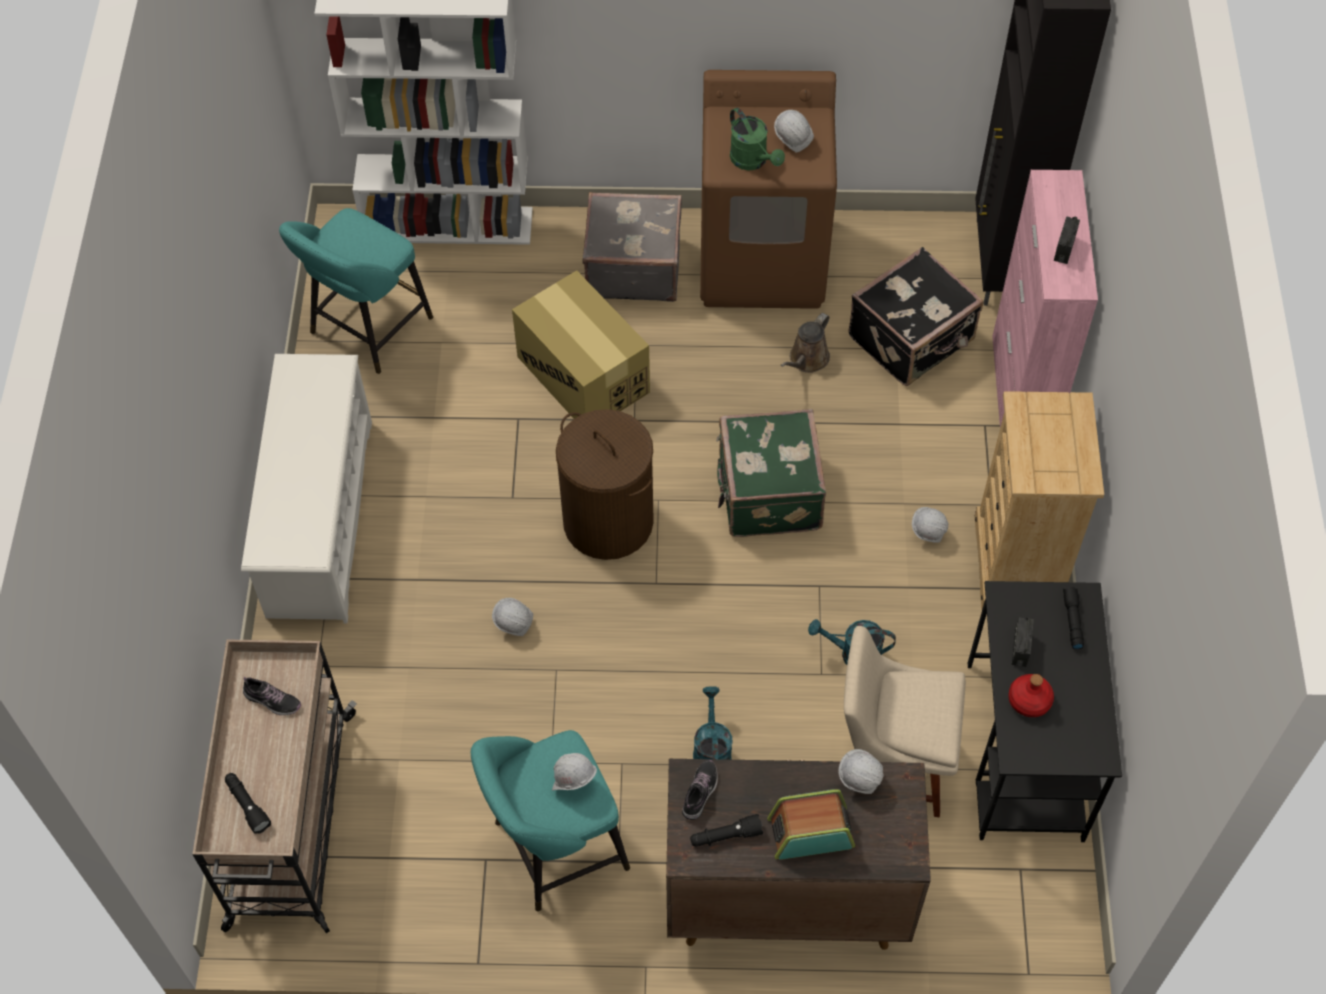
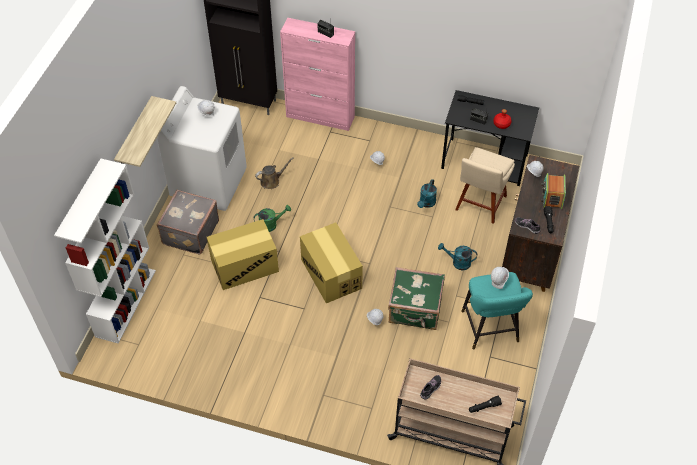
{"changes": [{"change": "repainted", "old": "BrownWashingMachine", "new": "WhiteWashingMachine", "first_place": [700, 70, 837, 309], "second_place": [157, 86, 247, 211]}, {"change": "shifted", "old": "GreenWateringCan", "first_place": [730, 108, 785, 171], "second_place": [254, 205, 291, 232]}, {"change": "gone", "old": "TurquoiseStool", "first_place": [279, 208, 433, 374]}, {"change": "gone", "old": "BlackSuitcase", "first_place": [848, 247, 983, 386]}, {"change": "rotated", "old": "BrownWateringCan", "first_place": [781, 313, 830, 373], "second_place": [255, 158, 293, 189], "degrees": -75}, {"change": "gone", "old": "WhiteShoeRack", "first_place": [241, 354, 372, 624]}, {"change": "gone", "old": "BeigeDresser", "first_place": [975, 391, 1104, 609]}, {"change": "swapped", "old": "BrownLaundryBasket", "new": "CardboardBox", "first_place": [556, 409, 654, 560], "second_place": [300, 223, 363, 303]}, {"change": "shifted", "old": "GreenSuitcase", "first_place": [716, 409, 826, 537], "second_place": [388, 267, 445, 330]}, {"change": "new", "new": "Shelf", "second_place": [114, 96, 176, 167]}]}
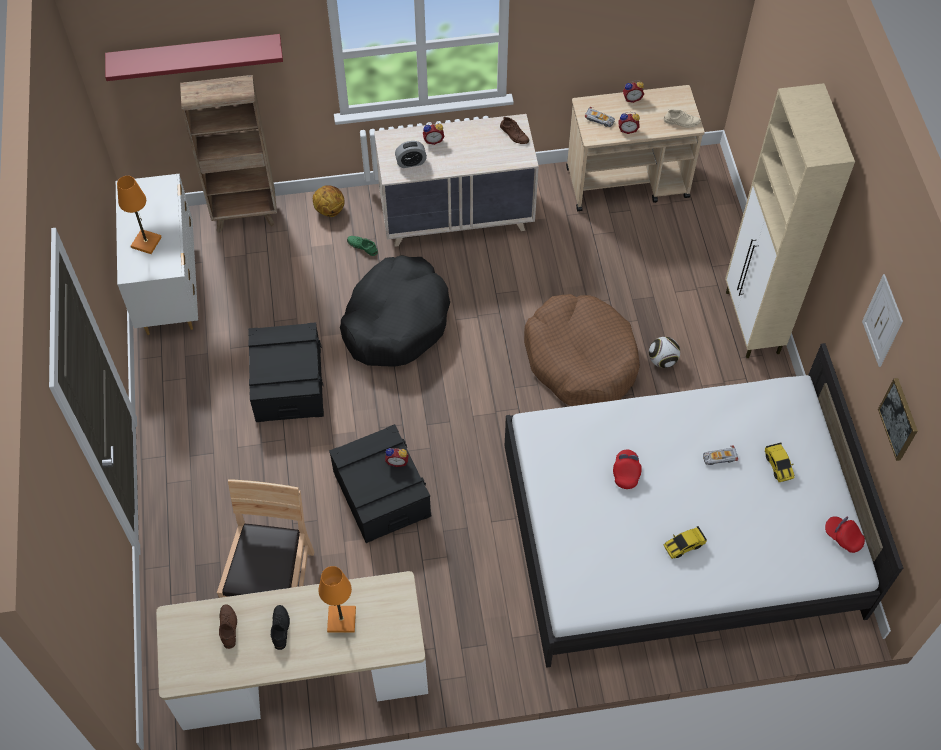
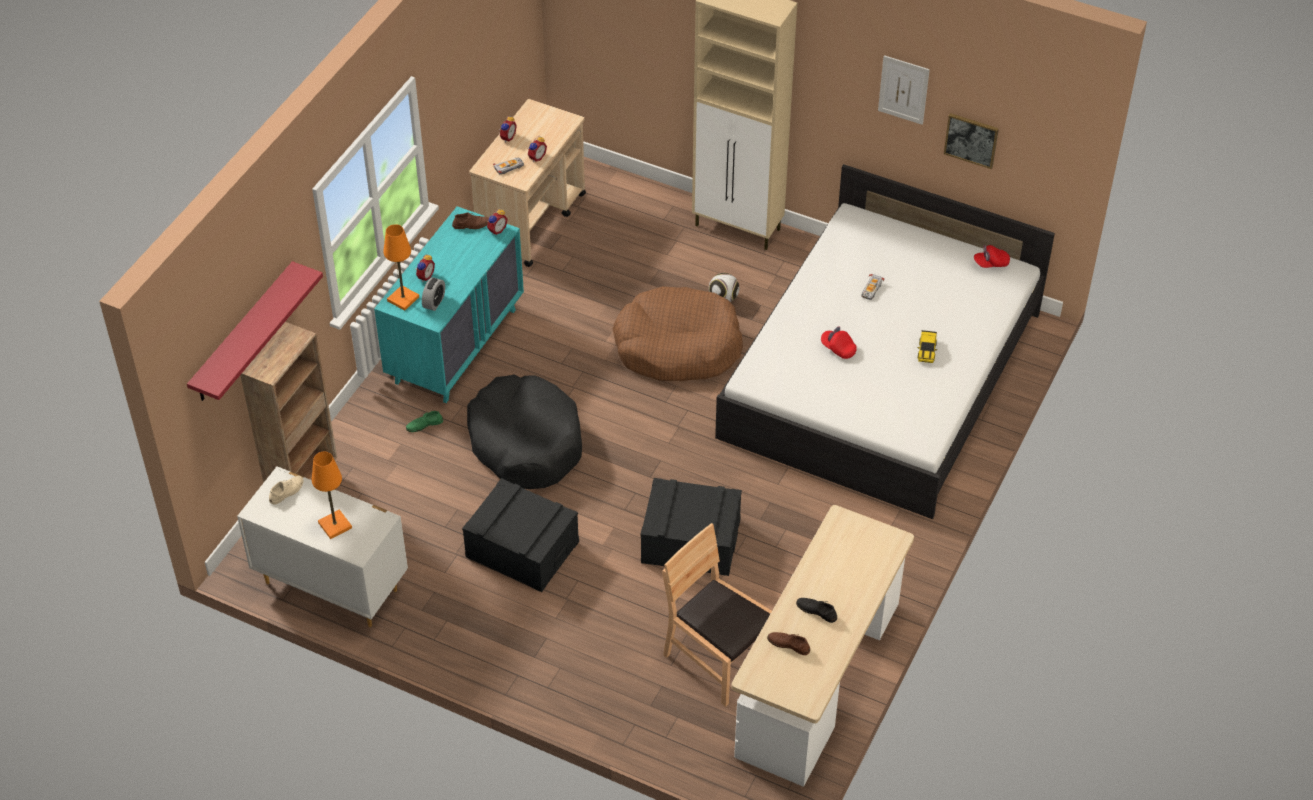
{"changes": [{"change": "shifted", "old": "BeigeShoe", "first_place": [663, 110, 701, 128], "second_place": [269, 476, 304, 504]}, {"change": "repainted", "old": "BeigeDresser", "new": "TurquoiseDresser", "first_place": [374, 114, 539, 247], "second_place": [374, 206, 524, 403]}, {"change": "gone", "old": "Basketball", "first_place": [313, 185, 345, 217]}, {"change": "gone", "old": "ToyCar", "first_place": [764, 443, 795, 482]}, {"change": "shifted", "old": "AlarmClock", "first_place": [385, 448, 409, 467], "second_place": [487, 208, 508, 235]}, {"change": "shifted", "old": "OrangeTableLamp", "first_place": [319, 566, 356, 633], "second_place": [384, 224, 419, 311]}]}
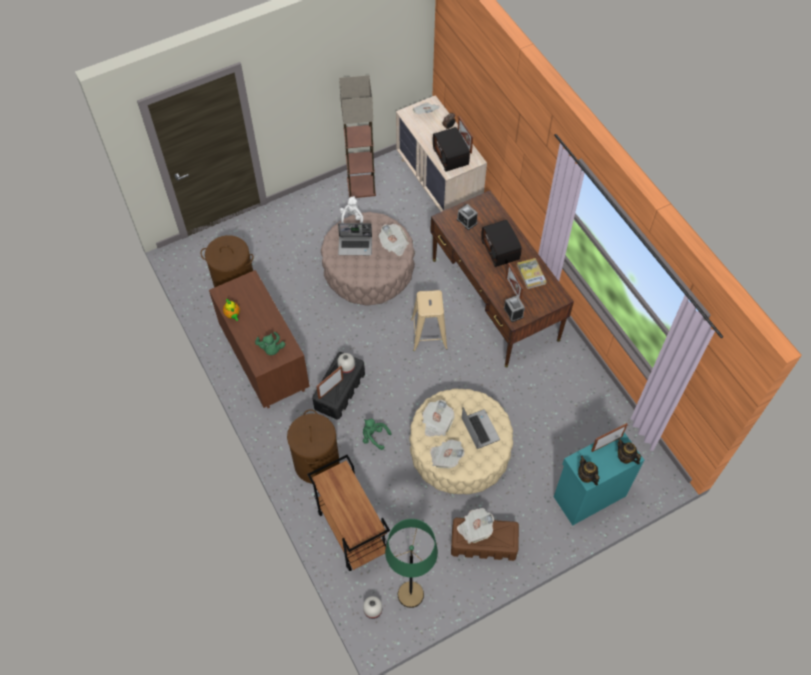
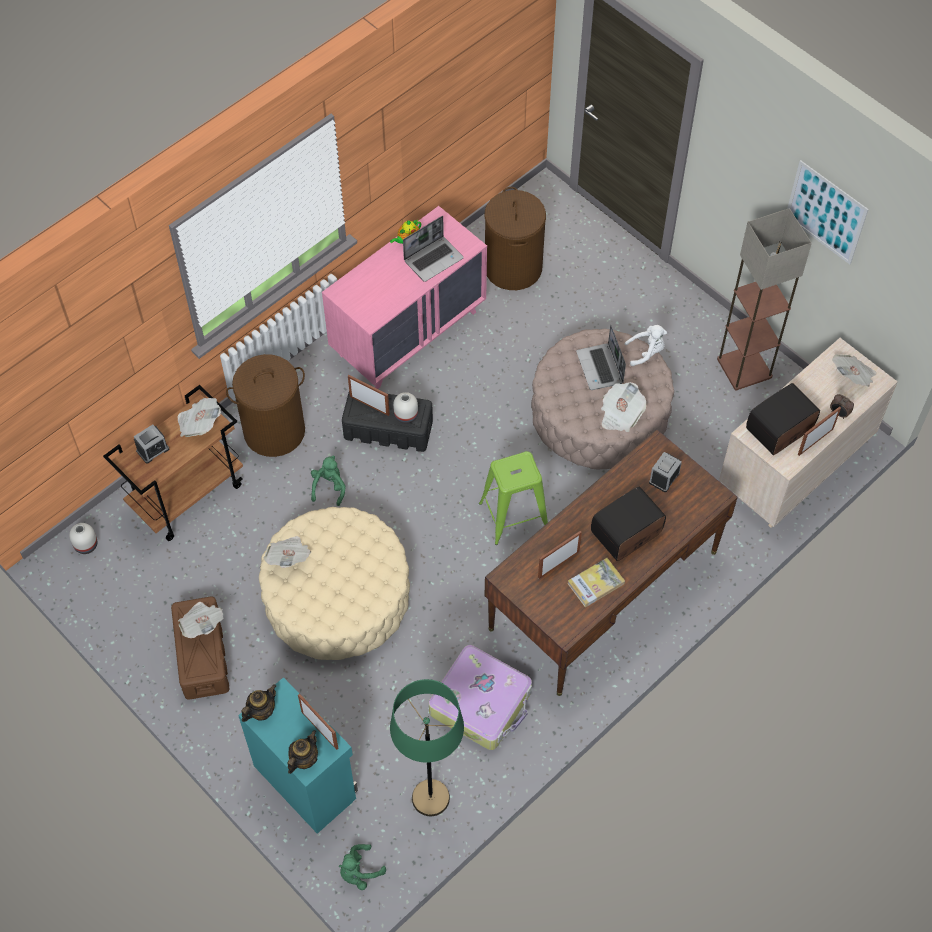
{"changes": [{"change": "repainted", "old": "BrownDresser", "new": "PinkDresser", "first_place": [209, 270, 310, 408], "second_place": [322, 206, 487, 389]}, {"change": "repainted", "old": "BeigeStool", "new": "GreenStool", "first_place": [411, 290, 448, 351], "second_place": [479, 451, 548, 545]}, {"change": "shifted", "old": "AlarmClock", "first_place": [504, 295, 525, 322], "second_place": [134, 424, 169, 464]}, {"change": "shifted", "old": "GreenPlushToy", "first_place": [255, 332, 285, 355], "second_place": [339, 844, 386, 890]}, {"change": "shifted", "old": "Newspaper", "first_place": [422, 400, 455, 436], "second_place": [177, 398, 221, 437]}, {"change": "shifted", "old": "Laptop", "first_place": [462, 408, 500, 449], "second_place": [403, 216, 464, 282]}, {"change": "shifted", "old": "GreenFloorLamp", "first_place": [385, 519, 438, 608], "second_place": [390, 679, 464, 816]}, {"change": "new", "new": "Picture", "second_place": [787, 160, 869, 264]}, {"change": "new", "new": "Suitcase", "second_place": [429, 645, 532, 750]}]}
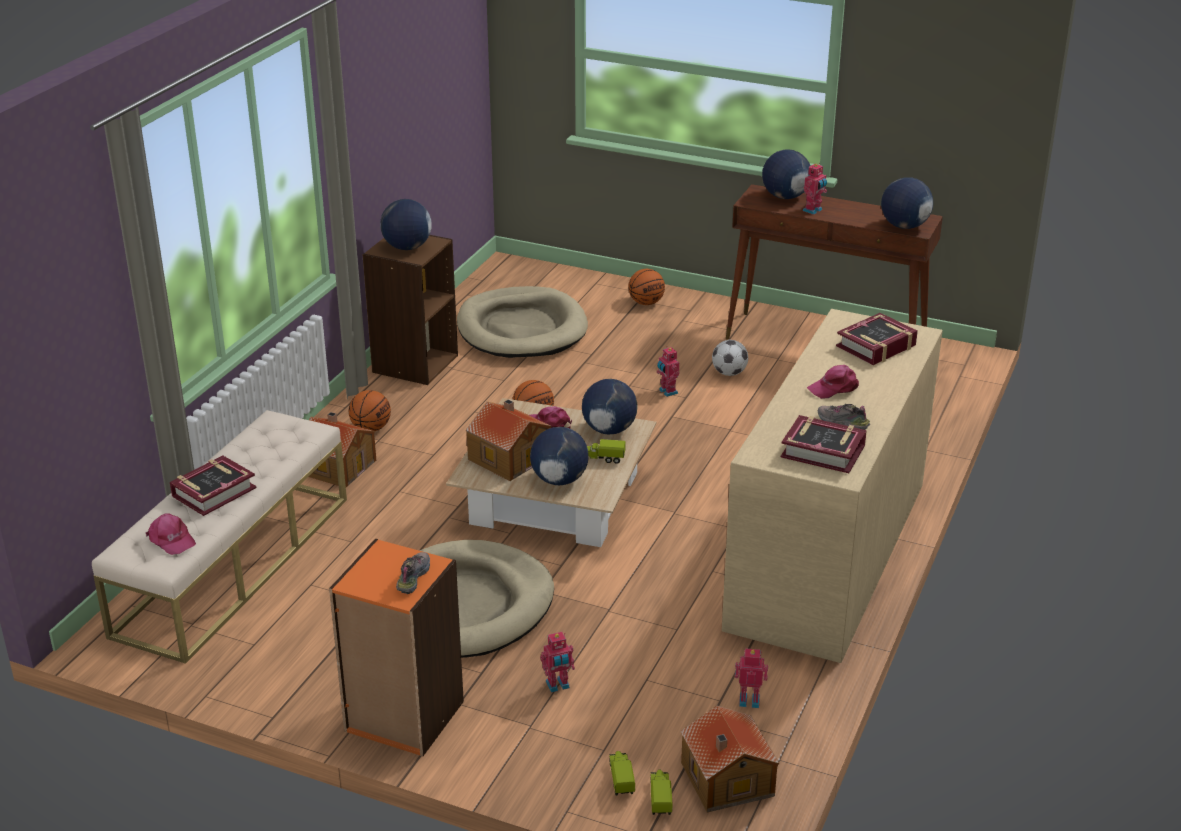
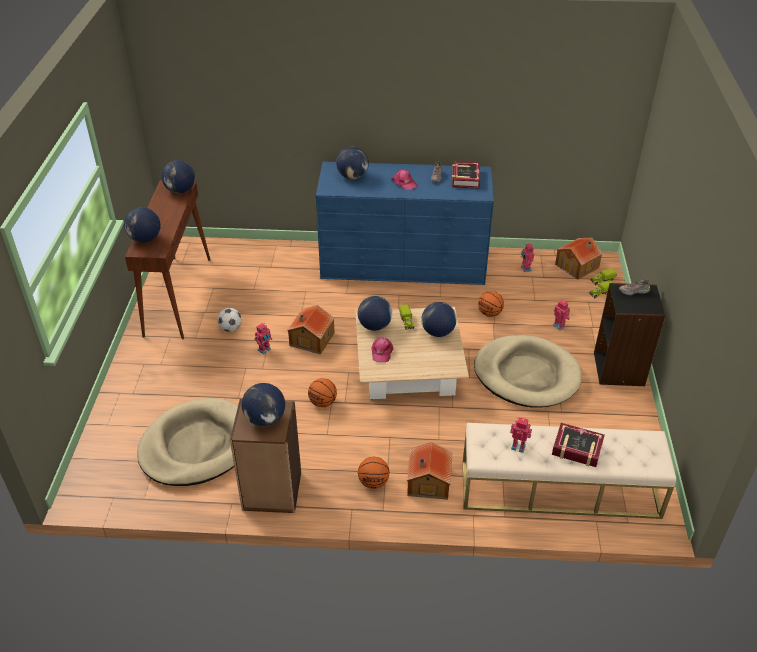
{"changes": [{"change": "shifted", "old": "ToyRobot", "first_place": [803, 163, 827, 215], "second_place": [510, 417, 532, 453]}, {"change": "shifted", "old": "Basketball", "first_place": [628, 269, 665, 305], "second_place": [478, 291, 504, 317]}, {"change": "repainted", "old": "BeigeDresser", "new": "BlueDresser", "first_place": [722, 309, 943, 663], "second_place": [316, 162, 494, 285]}, {"change": "swapped", "old": "Book", "new": "Globe", "first_place": [836, 313, 918, 365], "second_place": [336, 147, 369, 179]}, {"change": "shifted", "old": "ToyHouse", "first_place": [466, 399, 551, 481], "second_place": [287, 305, 334, 355]}, {"change": "gone", "old": "PinkCap", "first_place": [146, 513, 196, 555]}, {"change": "repainted", "old": "OrangeBookcase", "new": "BlackBookcase", "first_place": [329, 539, 464, 756], "second_place": [594, 283, 666, 386]}]}
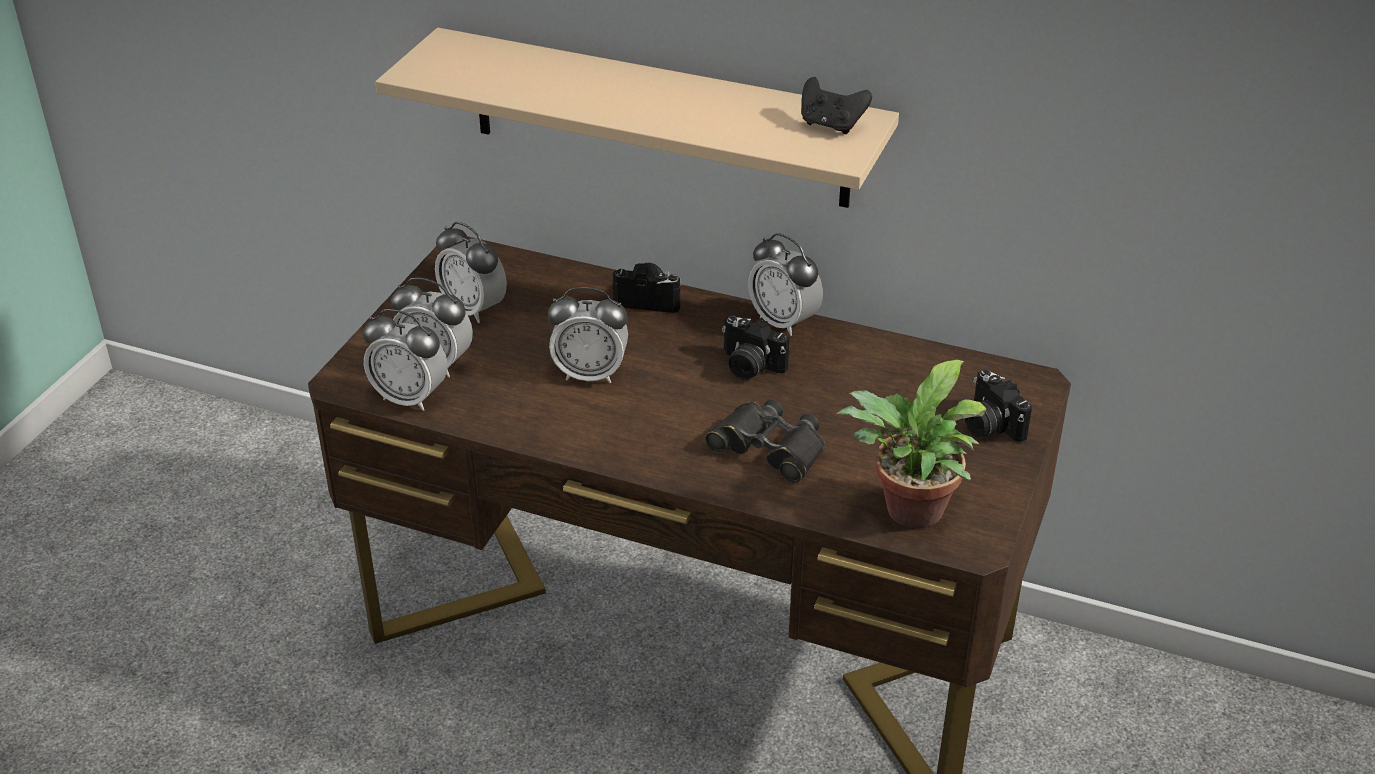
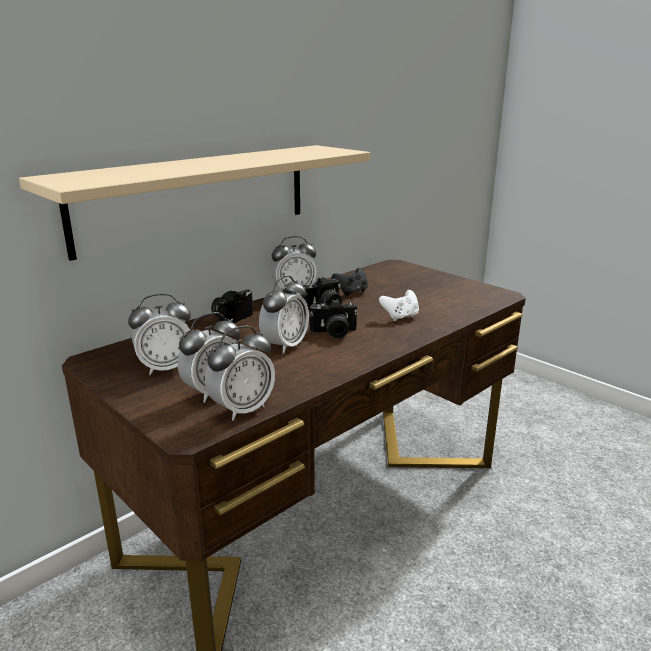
{"changes": [{"change": "shifted", "old": "BlackGameController", "first_place": [801, 77, 872, 134], "second_place": [332, 268, 368, 296]}, {"change": "gone", "old": "PottedPlant", "first_place": [837, 360, 987, 528]}, {"change": "shifted", "old": "PhotoCamera", "first_place": [965, 369, 1032, 442], "second_place": [309, 299, 358, 339]}, {"change": "swapped", "old": "BlackBinoculars", "new": "WhiteGameController", "first_place": [705, 400, 826, 483], "second_place": [379, 290, 419, 321]}]}
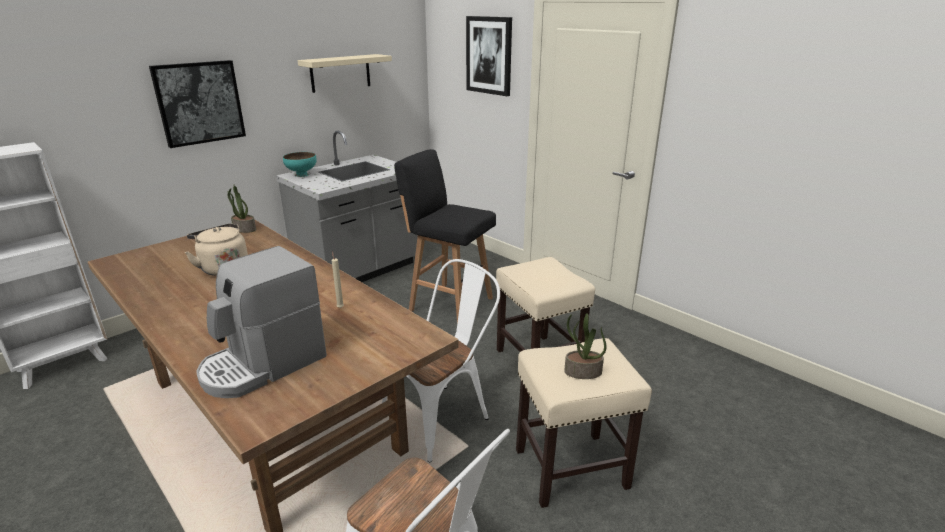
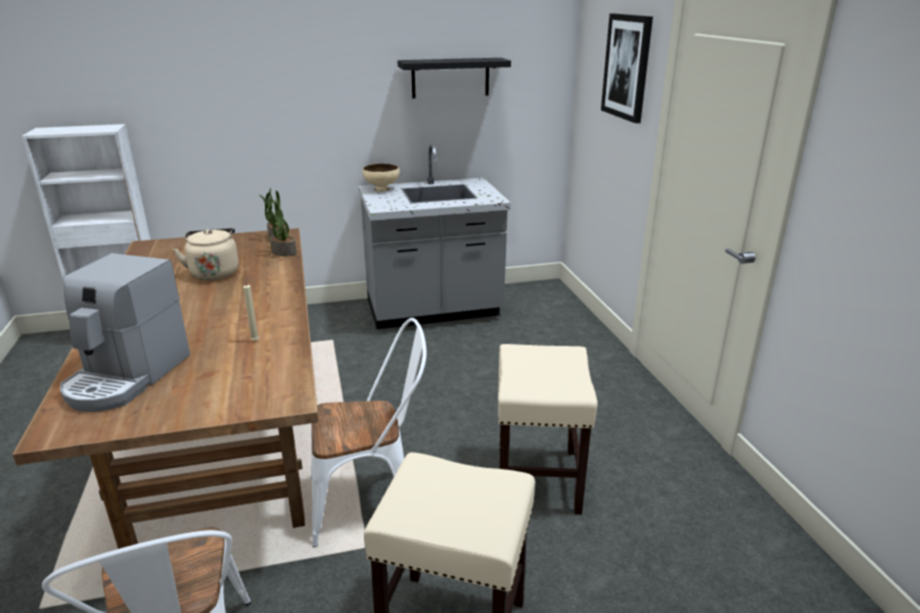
{"changes": [{"change": "repainted", "old": "BeigeShelf", "new": "BlackShelf", "first_place": [298, 54, 392, 93], "second_place": [398, 58, 511, 98]}, {"change": "gone", "old": "Picture", "first_place": [149, 60, 246, 148]}, {"change": "gone", "old": "BlackStool", "first_place": [394, 149, 496, 323]}, {"change": "repainted", "old": "TurquoiseBowl", "new": "BeigeBowl", "first_place": [283, 152, 317, 177], "second_place": [363, 163, 399, 192]}, {"change": "rotated", "old": "CoffeeMachine", "first_place": [197, 246, 327, 398], "second_place": [60, 253, 190, 412], "degrees": -60}, {"change": "shifted", "old": "PottedPlant", "first_place": [564, 313, 607, 379], "second_place": [268, 201, 297, 256]}]}
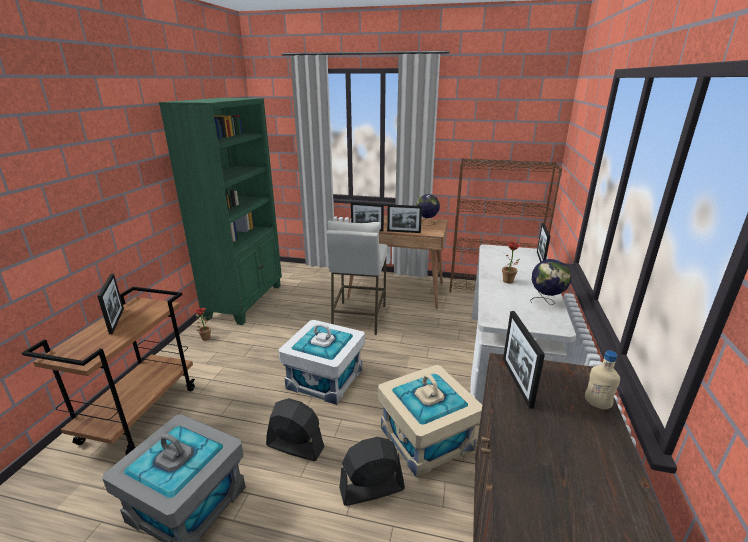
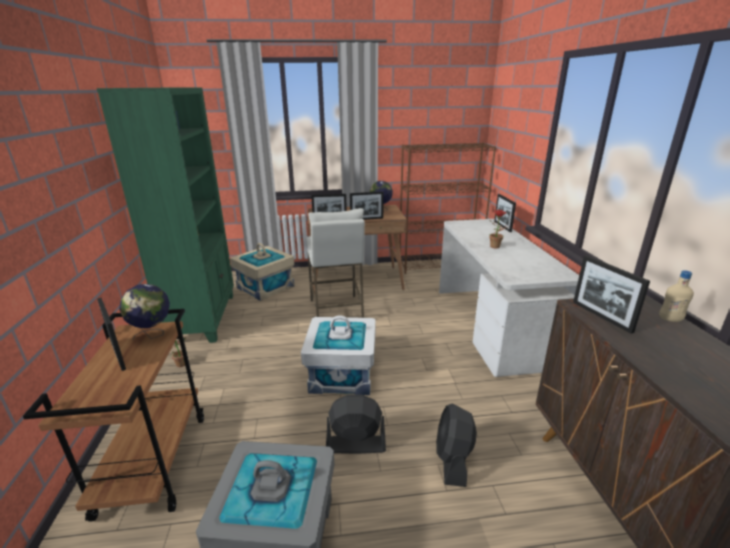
{"changes": [{"change": "shifted", "old": "Globe", "first_place": [530, 259, 571, 305], "second_place": [119, 284, 170, 340]}, {"change": "shifted", "old": "BeigeStorageBox", "first_place": [378, 365, 482, 478], "second_place": [230, 243, 294, 301]}, {"change": "rotated", "old": "BlackFan", "first_place": [339, 437, 405, 506], "second_place": [436, 404, 477, 487], "degrees": -45}]}
